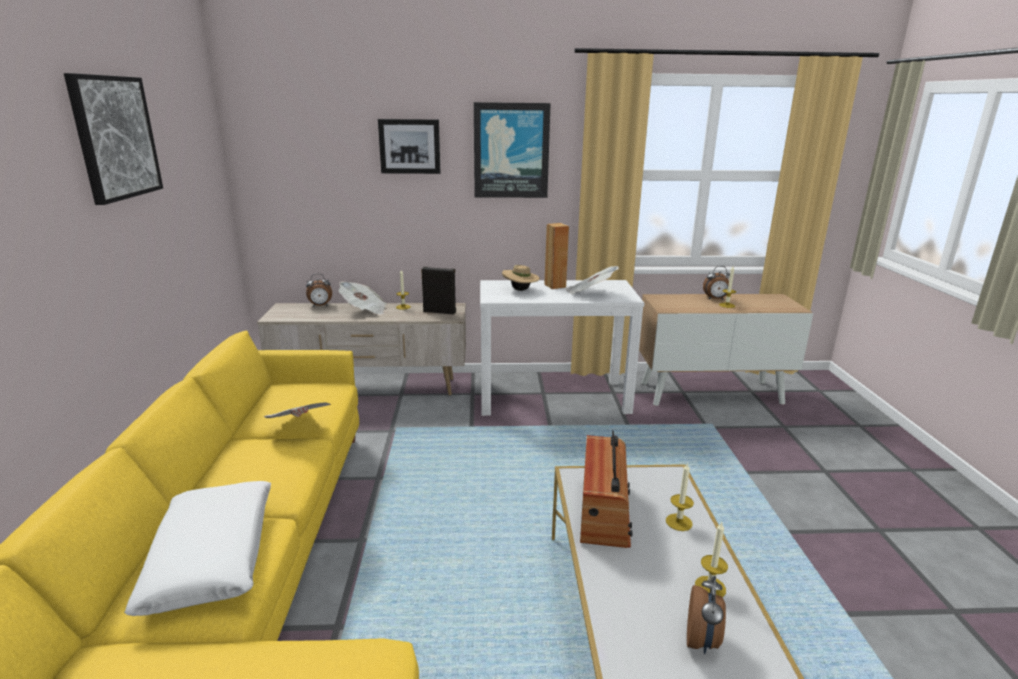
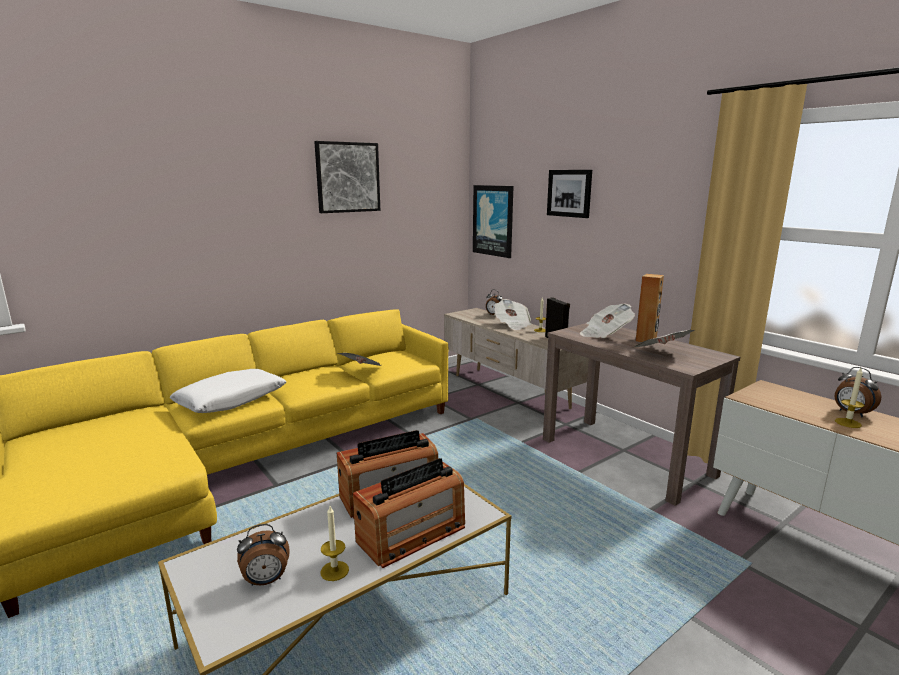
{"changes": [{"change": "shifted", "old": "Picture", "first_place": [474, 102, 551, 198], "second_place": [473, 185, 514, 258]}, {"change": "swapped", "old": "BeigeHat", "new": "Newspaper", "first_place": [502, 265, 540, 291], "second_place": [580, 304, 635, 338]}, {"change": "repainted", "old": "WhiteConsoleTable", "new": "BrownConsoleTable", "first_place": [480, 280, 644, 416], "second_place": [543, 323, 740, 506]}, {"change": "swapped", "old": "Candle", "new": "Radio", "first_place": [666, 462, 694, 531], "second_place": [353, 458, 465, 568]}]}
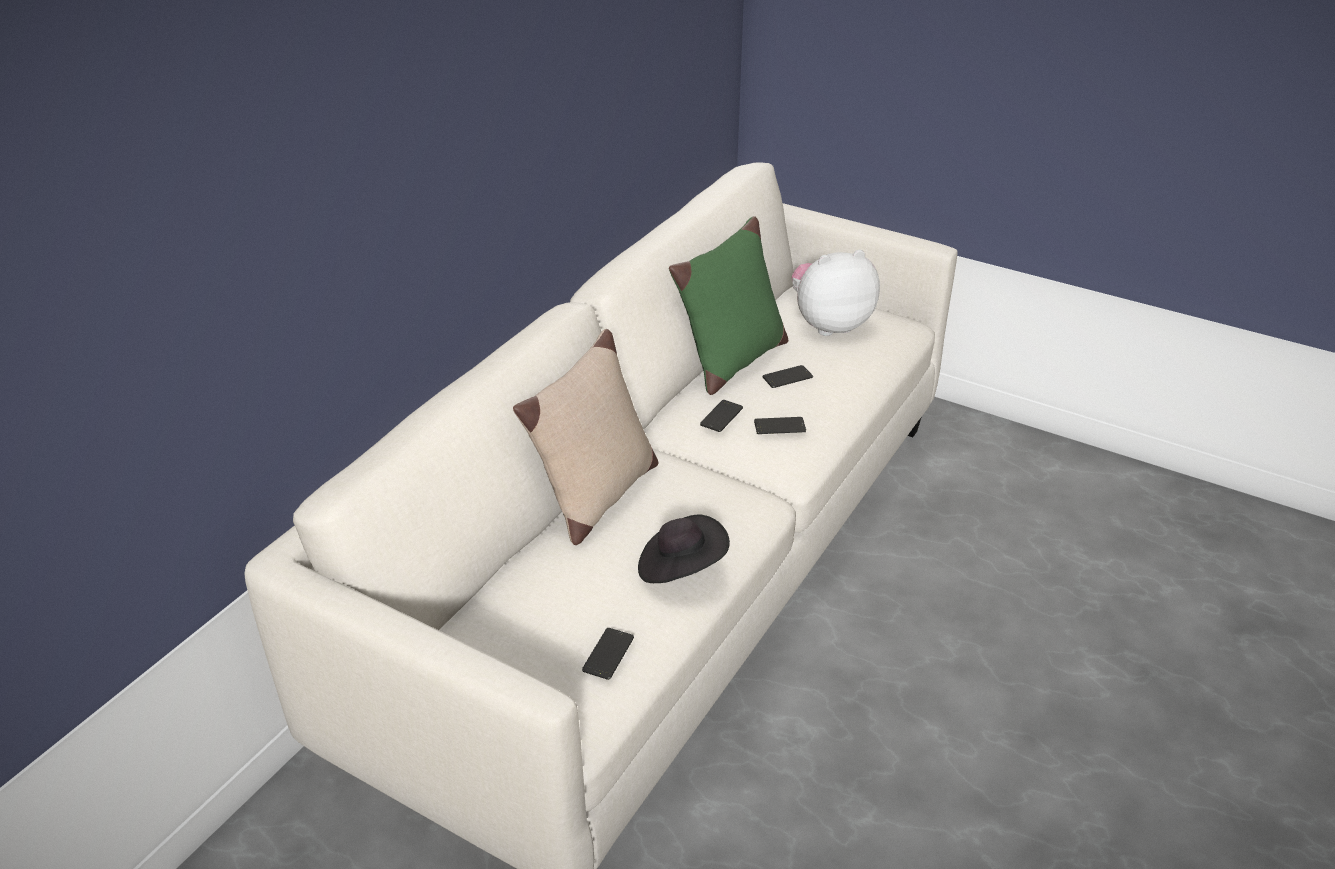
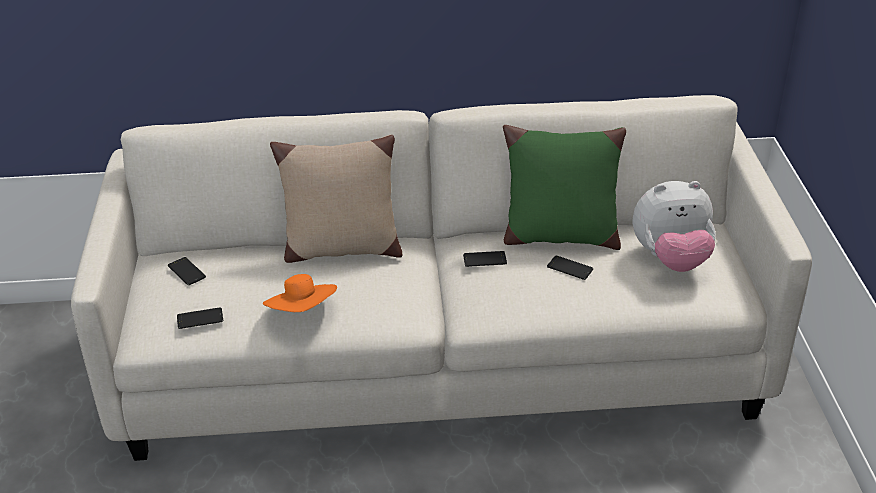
{"changes": [{"change": "rotated", "old": "PlushToy", "first_place": [792, 250, 880, 336], "second_place": [633, 181, 716, 272], "degrees": 135}, {"change": "shifted", "old": "Phone", "first_place": [754, 417, 806, 434], "second_place": [168, 257, 206, 285]}, {"change": "repainted", "old": "BlackHat", "new": "OrangeHat", "first_place": [638, 514, 730, 583], "second_place": [263, 274, 337, 312]}]}
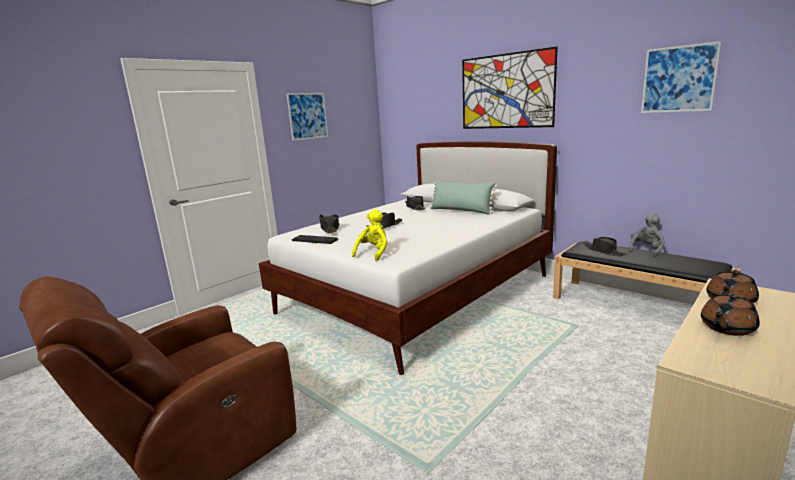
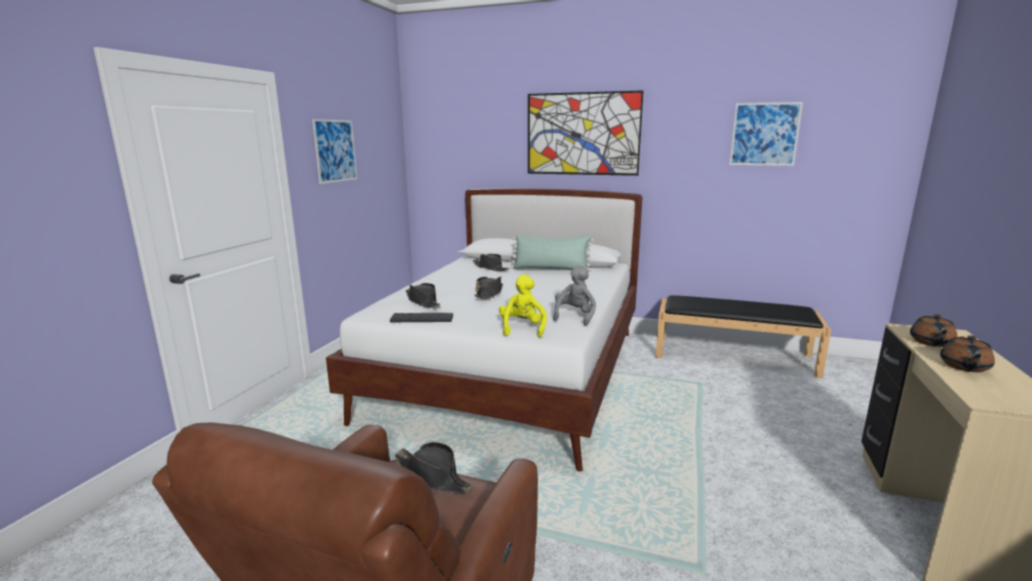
{"changes": [{"change": "shifted", "old": "GreyPlushToy", "first_place": [628, 213, 665, 257], "second_place": [553, 266, 596, 326]}, {"change": "shifted", "old": "BlackHat", "first_place": [583, 237, 627, 256], "second_place": [395, 442, 473, 494]}]}
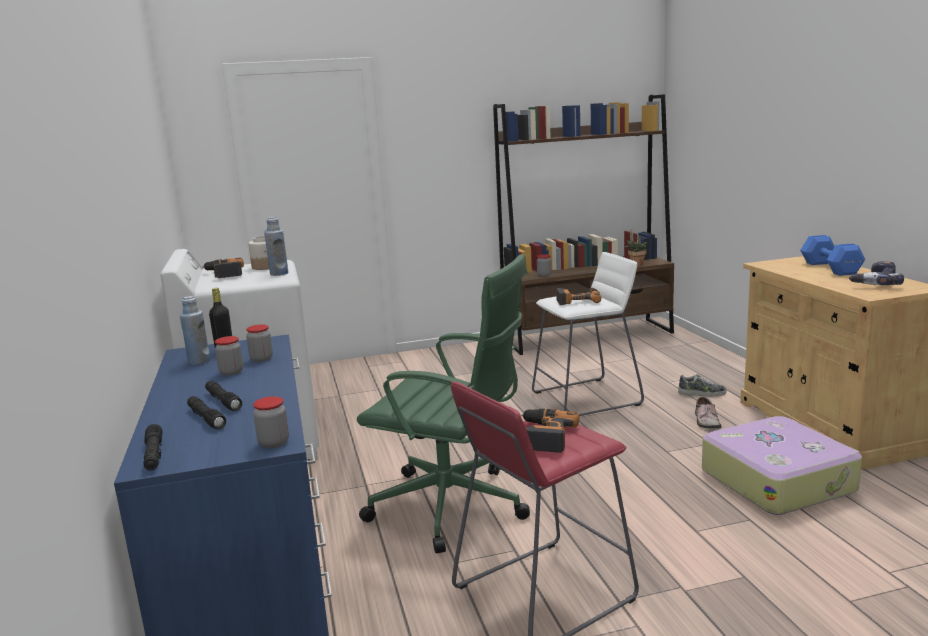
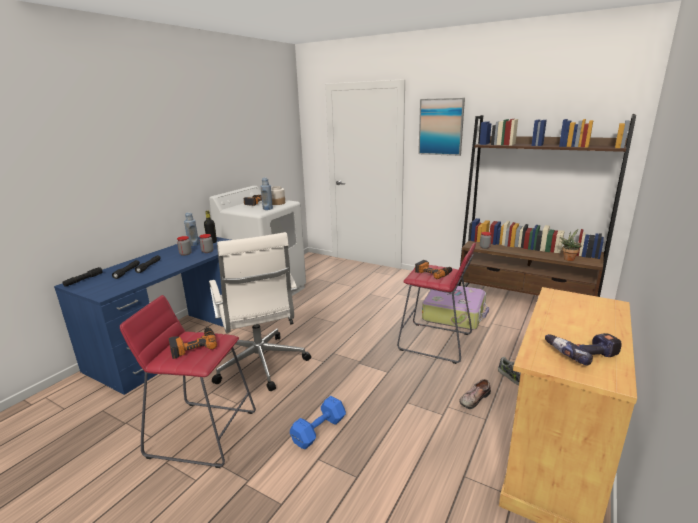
{"changes": [{"change": "shifted", "old": "BlueDumbbell", "first_place": [800, 235, 865, 276], "second_place": [290, 396, 346, 449]}, {"change": "repainted", "old": "WhiteStool", "new": "RedStool", "first_place": [532, 252, 644, 416], "second_place": [397, 243, 476, 364]}, {"change": "repainted", "old": "GreenOfficeChair", "new": "WhiteOfficeChair", "first_place": [357, 254, 530, 553], "second_place": [209, 232, 311, 391]}, {"change": "gone", "old": "Jar", "first_place": [253, 396, 289, 448]}, {"change": "shifted", "old": "Suitcase", "first_place": [702, 416, 862, 515], "second_place": [422, 286, 489, 330]}, {"change": "new", "new": "Picture", "second_place": [418, 98, 465, 156]}]}
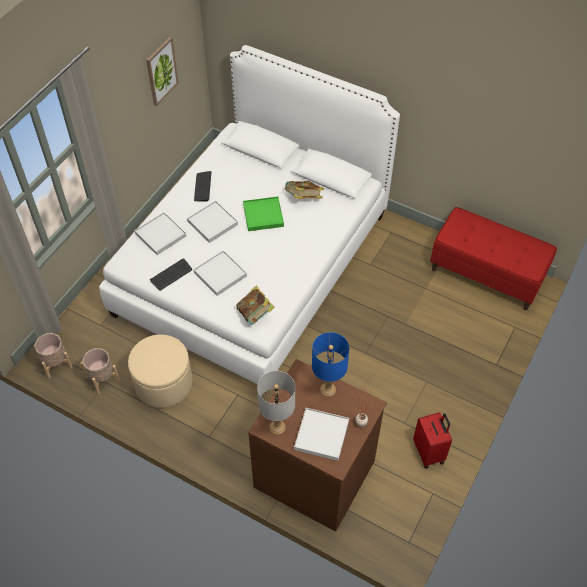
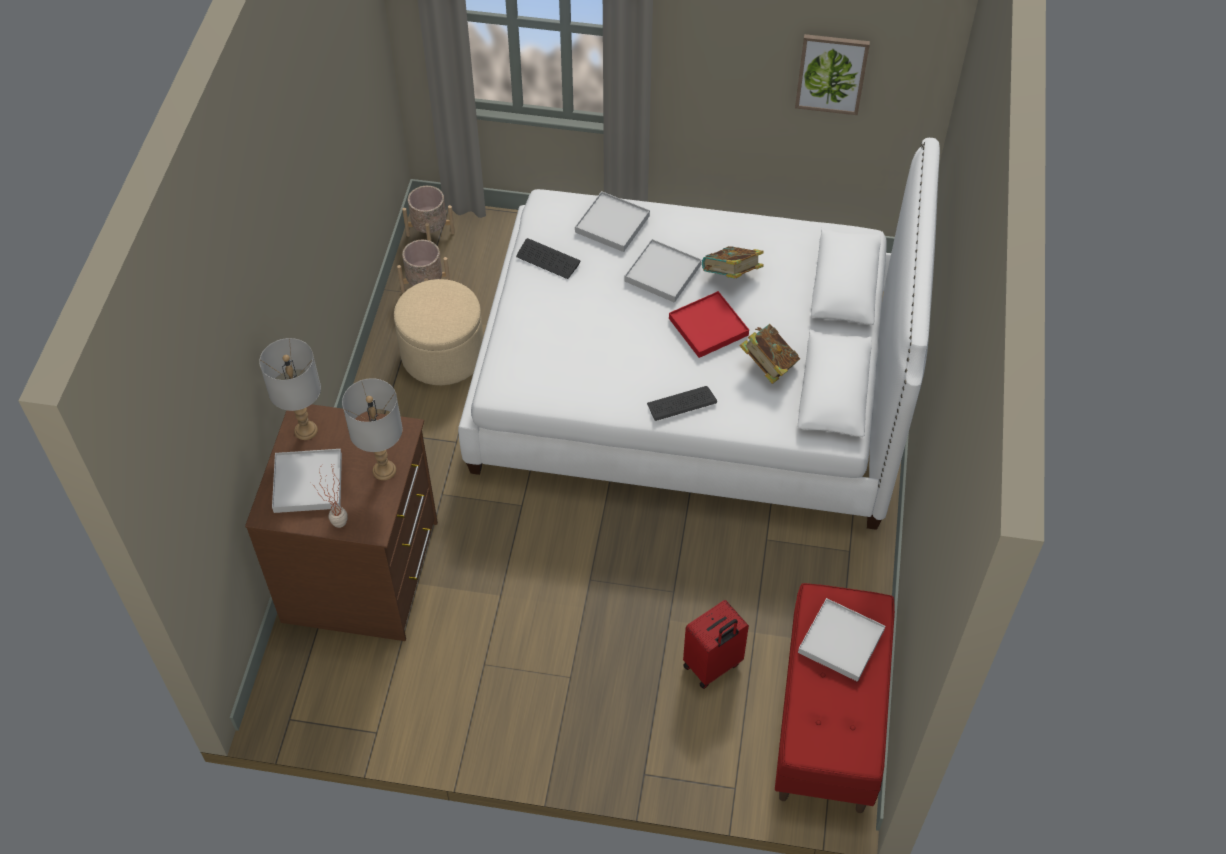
{"changes": [{"change": "shifted", "old": "Keyboard", "first_place": [194, 171, 211, 201], "second_place": [647, 386, 717, 421]}, {"change": "repainted", "old": "GreenTray", "new": "RedTray", "first_place": [243, 197, 284, 231], "second_place": [669, 291, 749, 358]}, {"change": "shifted", "old": "WhiteTray", "first_place": [193, 250, 247, 296], "second_place": [798, 598, 885, 682]}, {"change": "shifted", "old": "Book", "first_place": [236, 286, 275, 324], "second_place": [702, 246, 764, 279]}, {"change": "repainted", "old": "BlueTableLamp", "new": "GreyTableLamp", "first_place": [312, 332, 349, 397], "second_place": [342, 378, 403, 480]}, {"change": "shifted", "old": "RedSuitcase", "first_place": [413, 412, 452, 469], "second_place": [683, 600, 749, 689]}]}
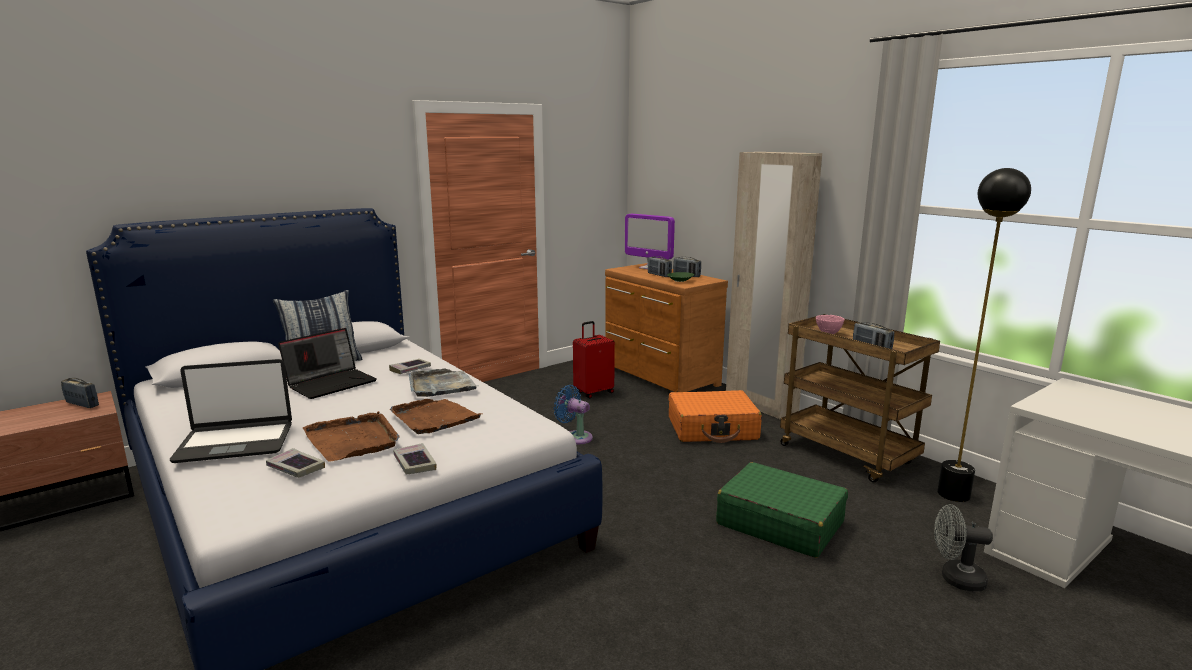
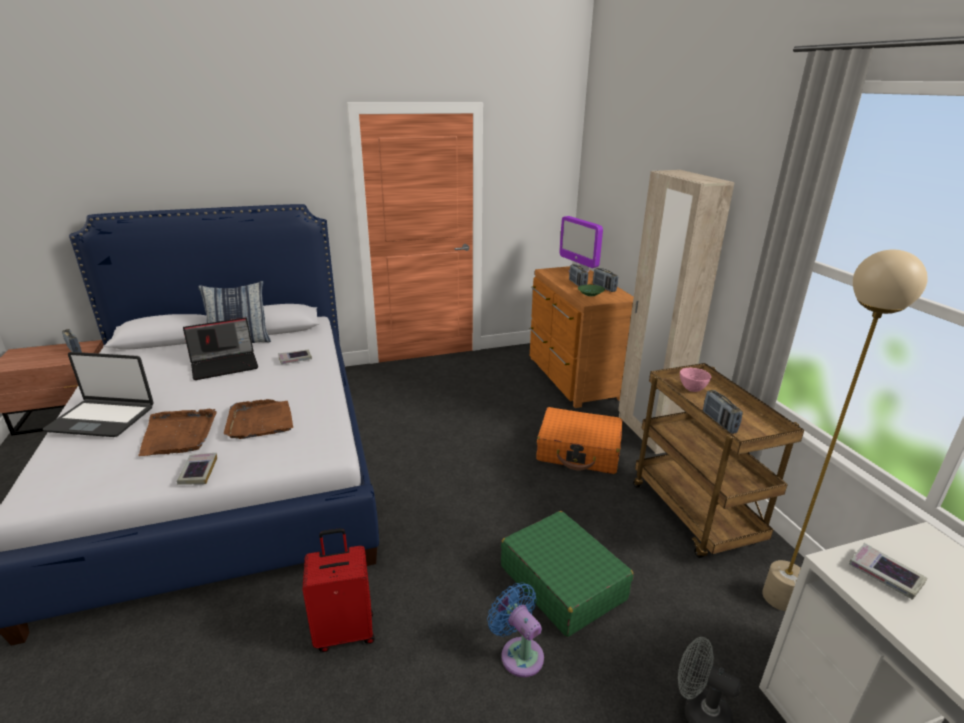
{"changes": [{"change": "repainted", "old": "BlackFloorLamp", "new": "BeigeFloorLamp", "first_place": [937, 168, 1031, 502], "second_place": [762, 249, 928, 611]}, {"change": "shifted", "old": "RedSuitcase", "first_place": [573, 321, 615, 398], "second_place": [302, 528, 375, 652]}, {"change": "gone", "old": "GreyTray", "first_place": [409, 369, 478, 397]}, {"change": "shifted", "old": "BlueFan", "first_place": [554, 385, 593, 444], "second_place": [487, 583, 544, 677]}, {"change": "shifted", "old": "Book", "first_place": [266, 448, 325, 478], "second_place": [849, 543, 927, 600]}]}
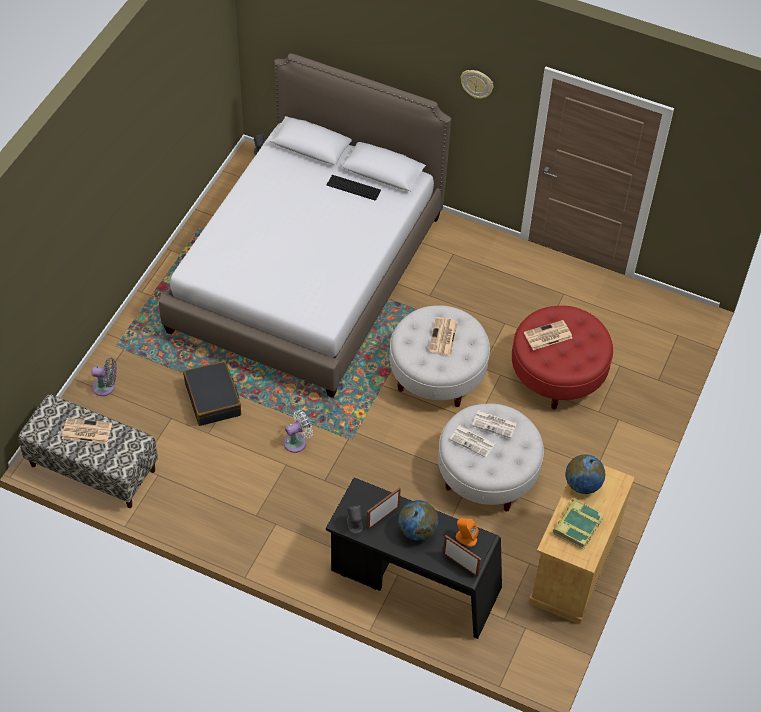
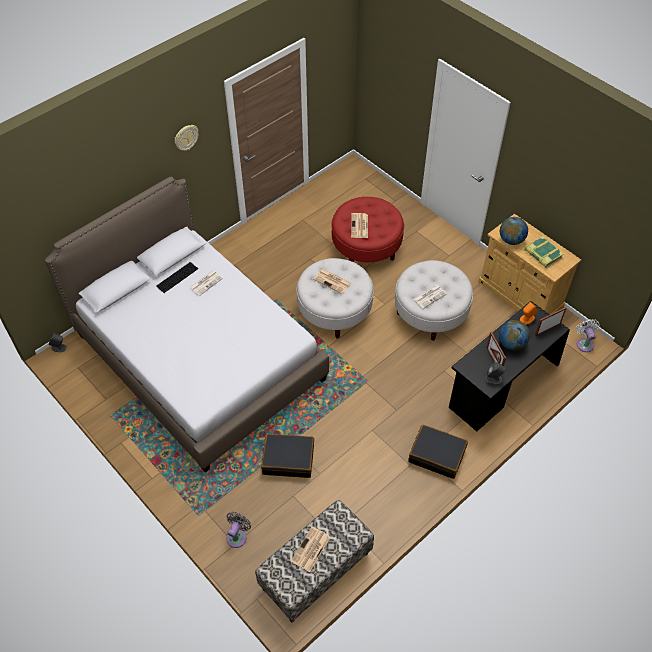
{"changes": [{"change": "shifted", "old": "WhiteFan", "first_place": [284, 410, 313, 453], "second_place": [576, 319, 600, 352]}, {"change": "shifted", "old": "Newspaper", "first_place": [472, 410, 517, 438], "second_place": [189, 270, 223, 296]}, {"change": "new", "new": "BlackSuitcase", "second_place": [408, 425, 468, 479]}]}
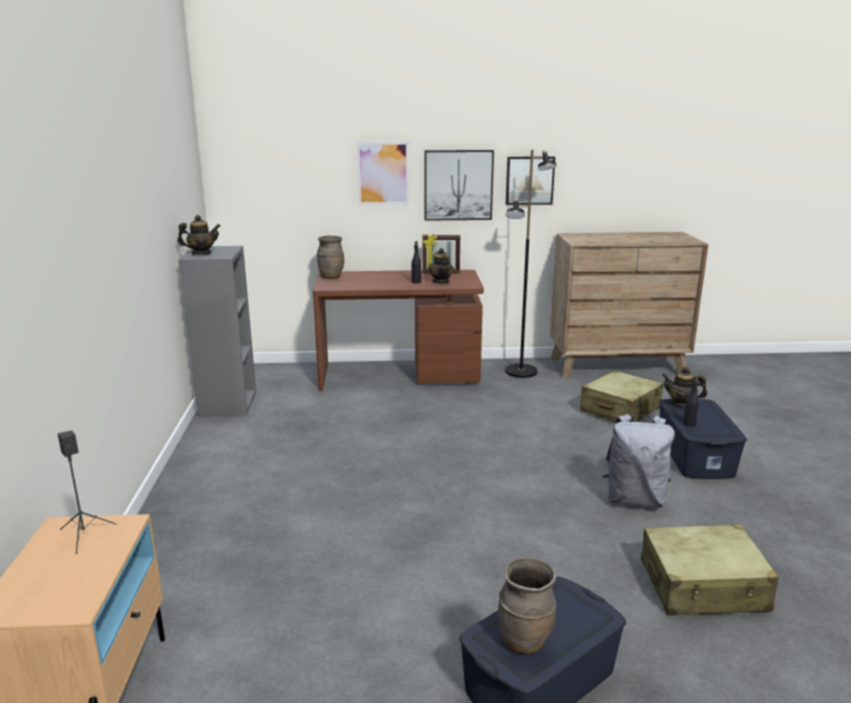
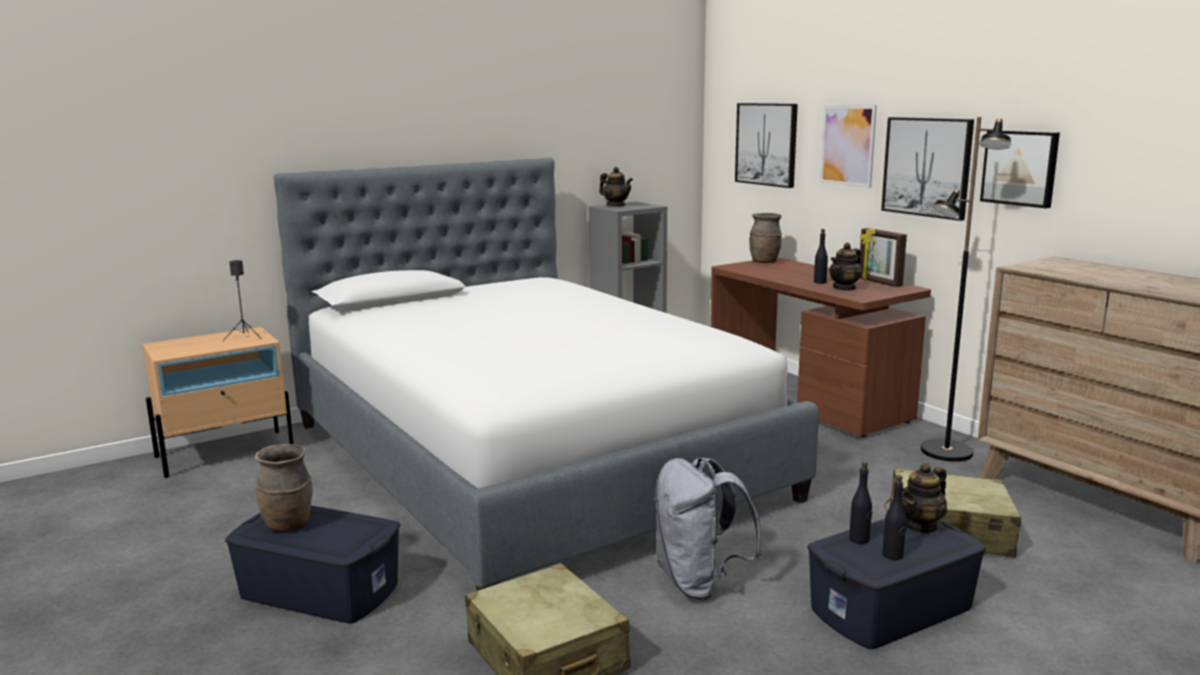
{"changes": [{"change": "rotated", "old": "Teapot", "first_place": [662, 367, 707, 409], "second_place": [902, 463, 947, 534], "degrees": -120}, {"change": "new", "new": "Picture", "second_place": [735, 103, 798, 188]}, {"change": "new", "new": "Bed", "second_place": [274, 158, 819, 591]}, {"change": "new", "new": "BlackBottle", "second_place": [882, 475, 906, 560]}]}
